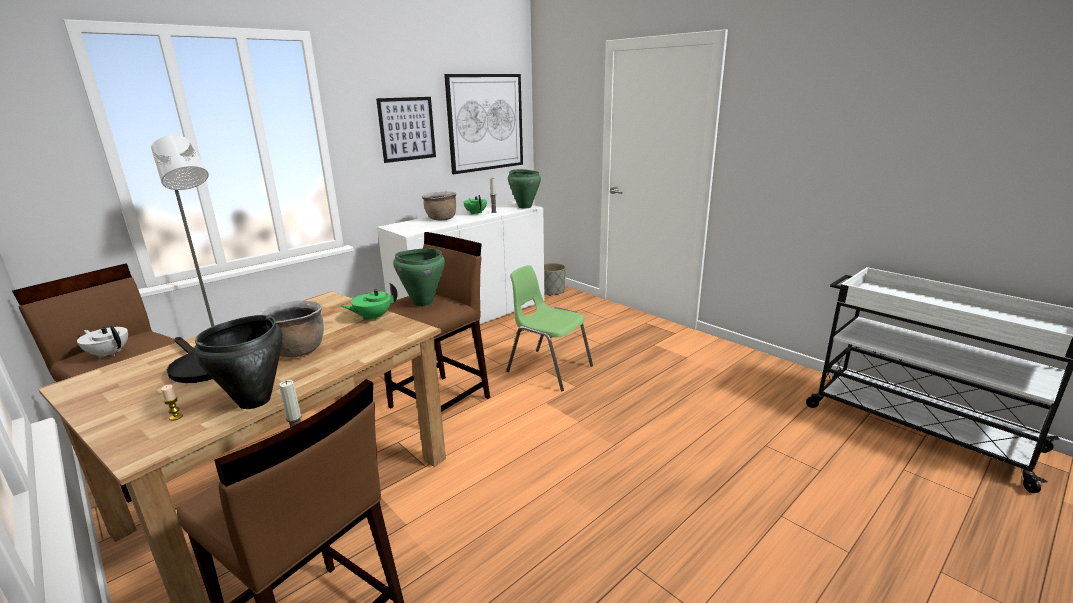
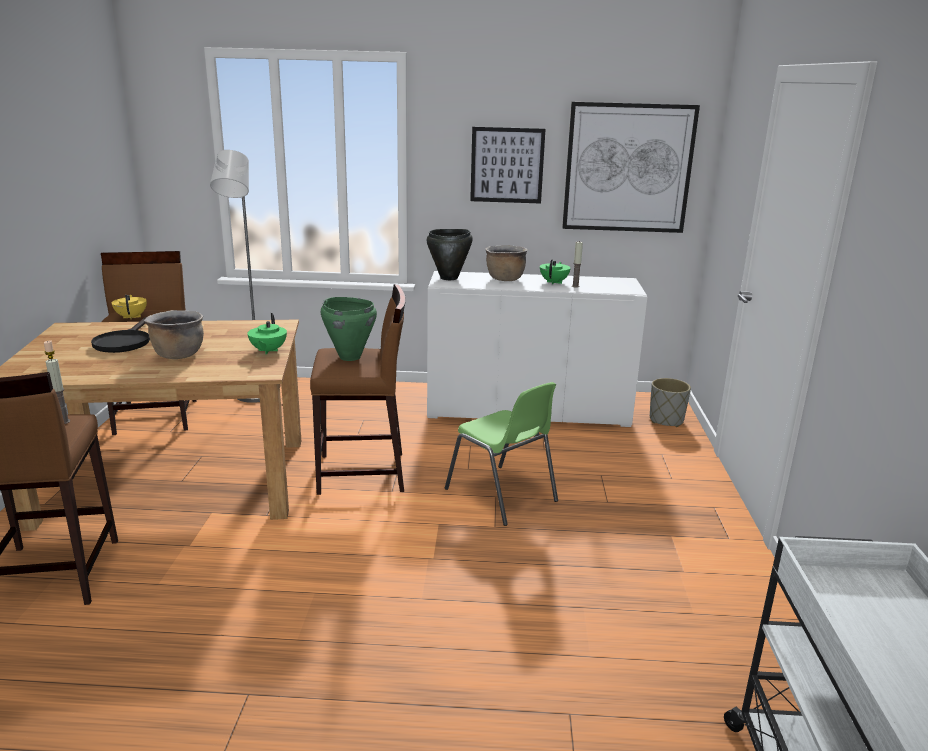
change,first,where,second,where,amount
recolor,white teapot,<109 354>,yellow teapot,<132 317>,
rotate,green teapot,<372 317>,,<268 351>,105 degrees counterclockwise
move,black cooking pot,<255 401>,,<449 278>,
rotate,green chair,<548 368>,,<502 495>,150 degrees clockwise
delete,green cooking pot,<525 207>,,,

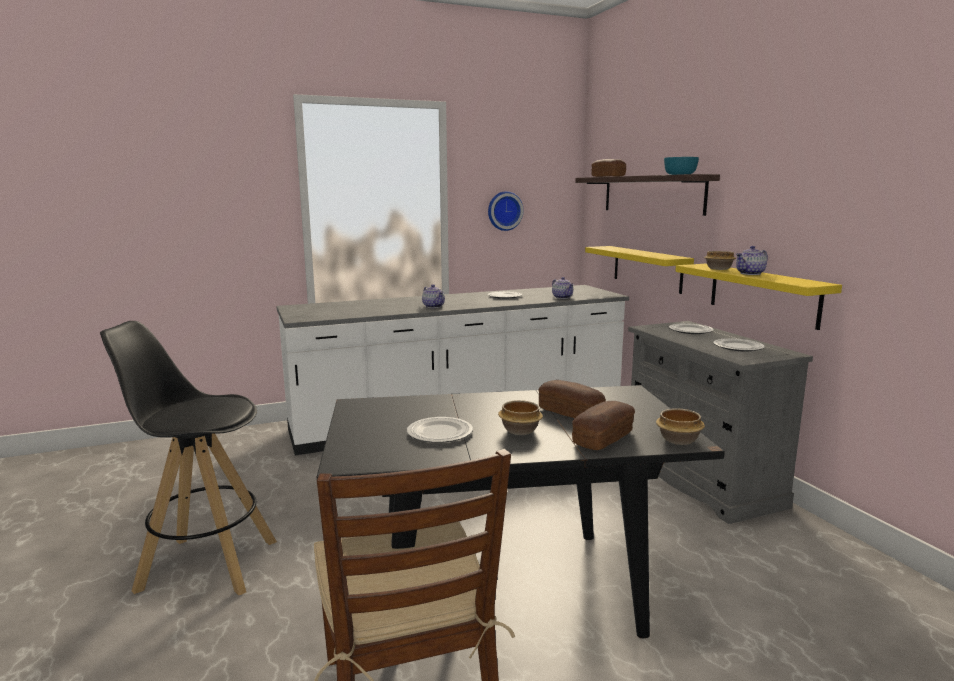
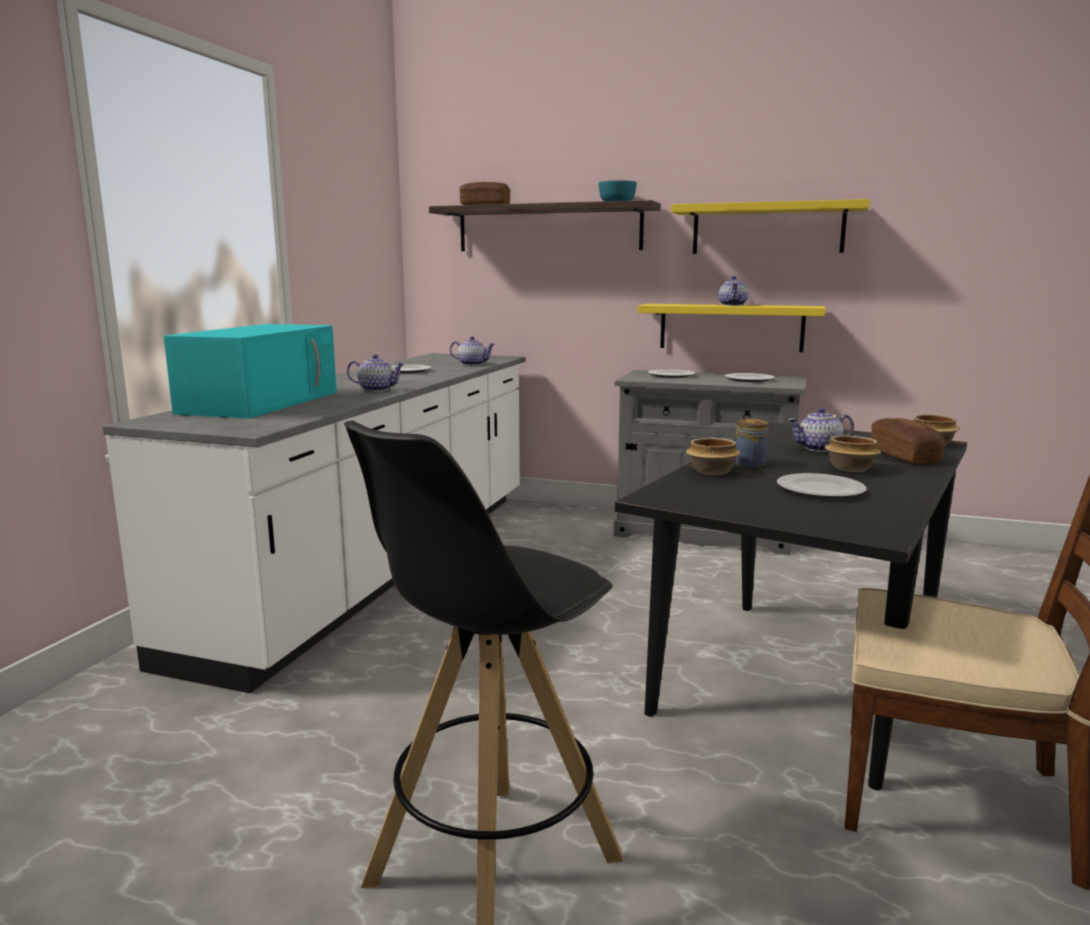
change,first,where,second,where,amount
insert,,,turquoise microwave,<262 402>,
move,yellow shelf,<647 268>,,<767 229>,
move,bowl,<718 269>,,<712 472>,
insert,,,jar,<750 464>,
replace,bread,<570 413>,teapot,<819 449>,
delete,wall clock,<504 211>,,,

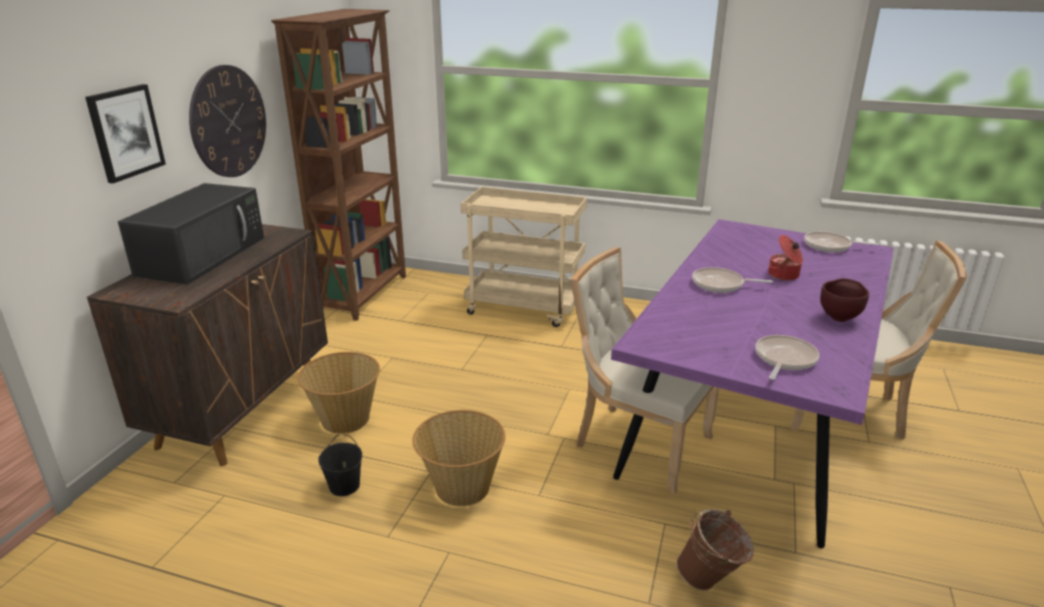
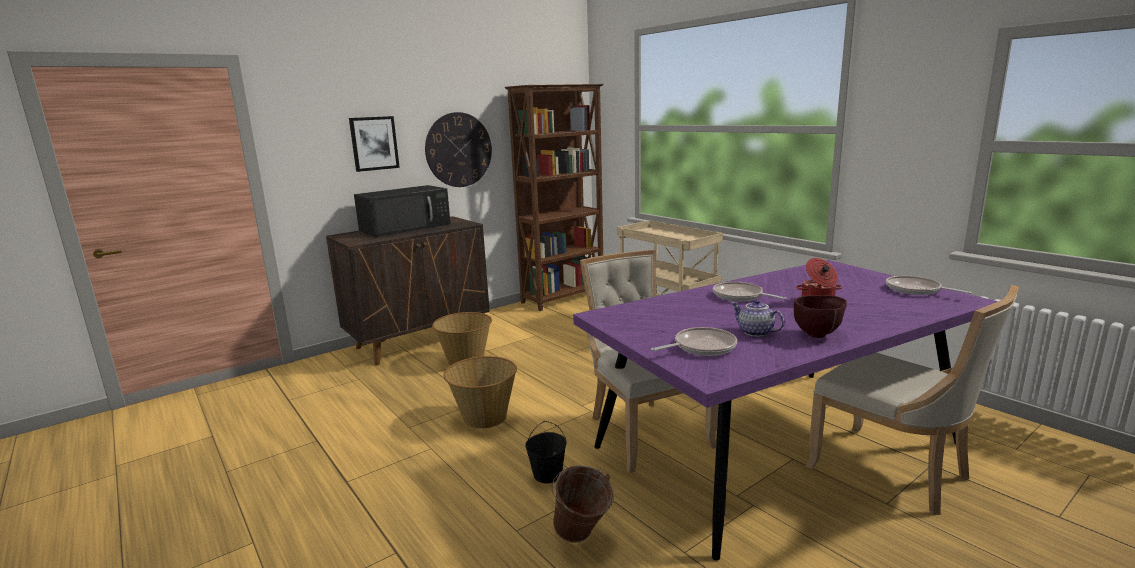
change,first,where,second,where,amount
move,black bucket,<344 486>,,<547 474>,
insert,,,teapot,<754 332>,

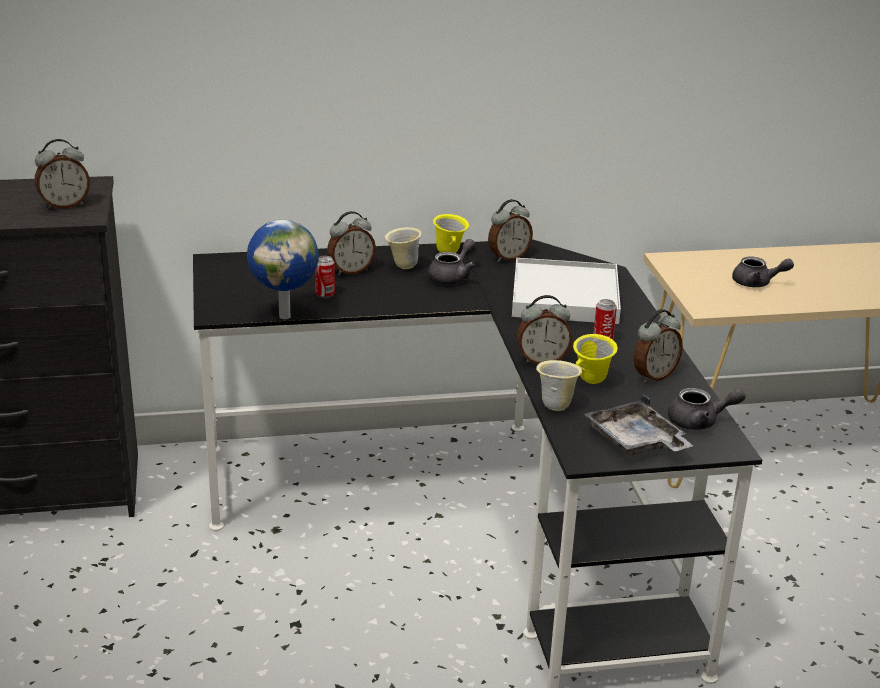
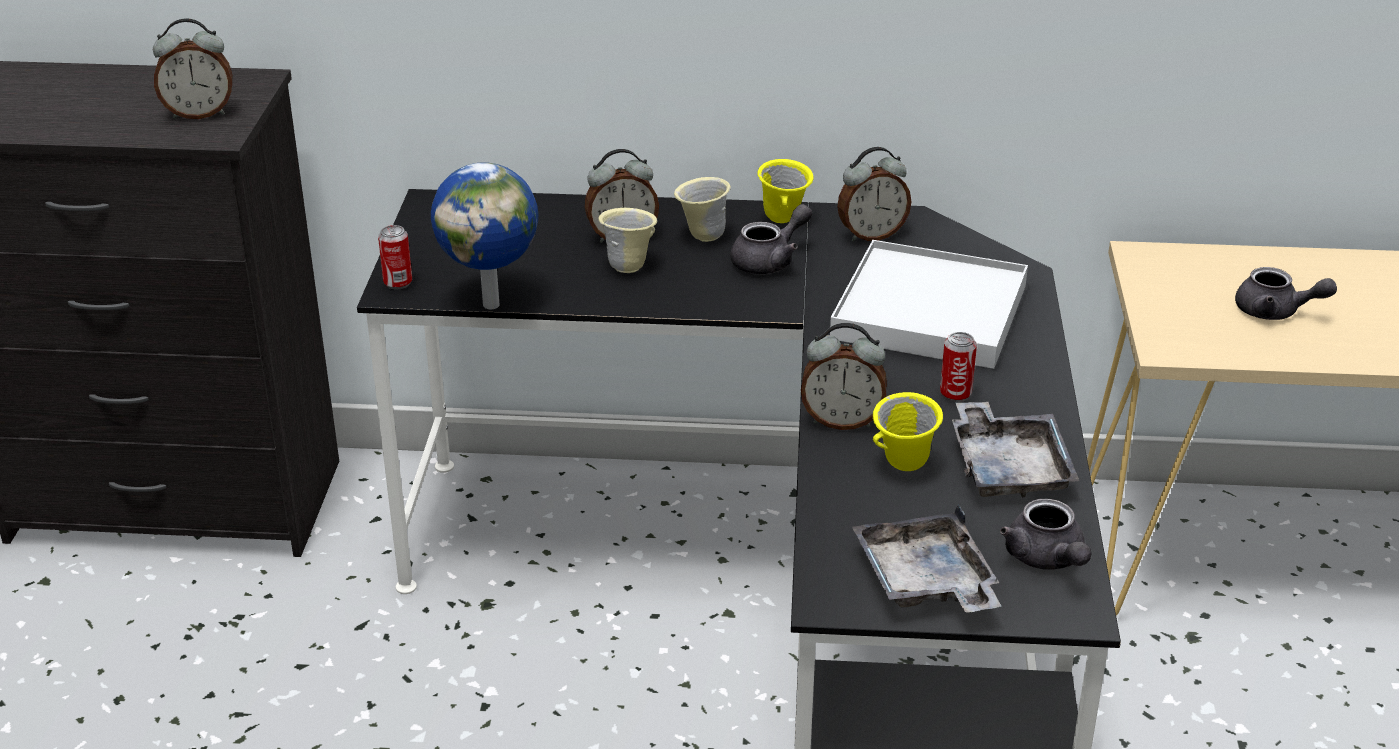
change,first,where,second,where,amount
move,can,<325 294>,,<398 283>,
move,beige mug,<555 405>,,<629 266>,
replace,alarm clock,<653 376>,grey tray,<1008 467>,
rotate,grey teapot,<700 422>,,<1047 559>,60 degrees clockwise

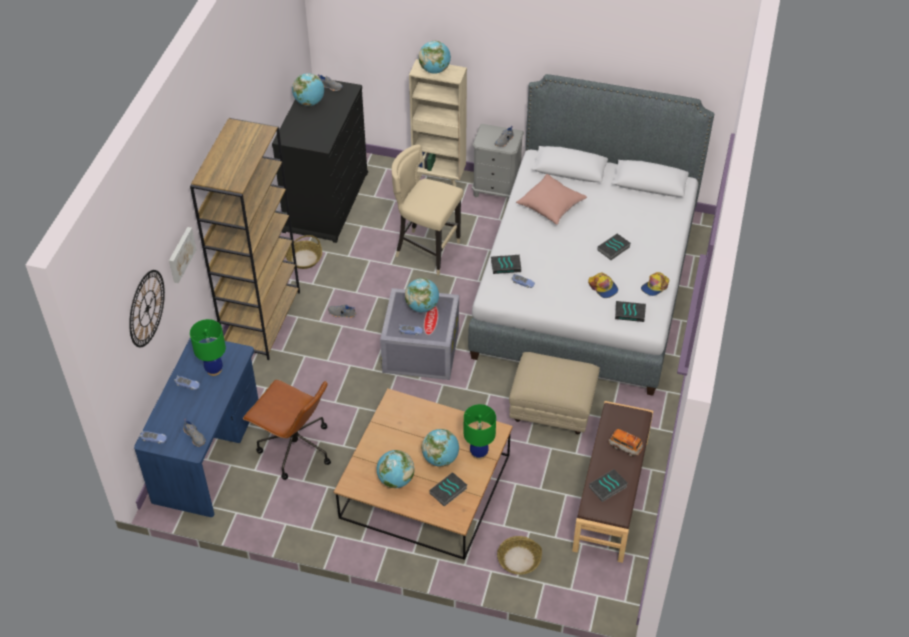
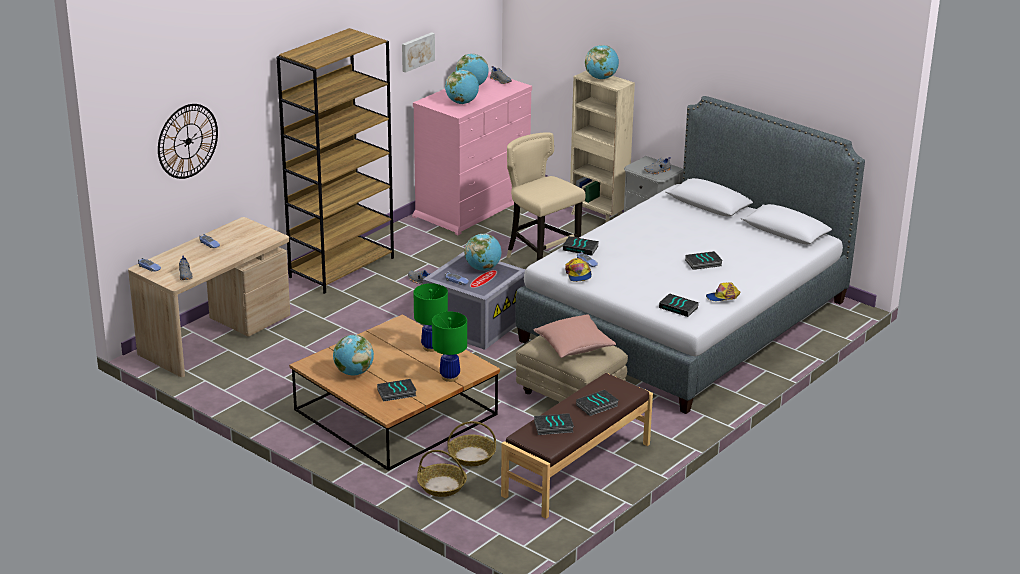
change,first,where,second,where,amount
recolor,blue desk,<208 451>,beige desk,<216 336>,
move,picture,<180 254>,,<417 51>,
recolor,black dresser,<326 201>,pink dresser,<472 207>,
move,green table lamp,<214 370>,,<431 347>,
move,globe,<440 458>,,<462 102>,
move,basket,<304 259>,,<471 456>,
move,pink pillow,<551 206>,,<574 346>,
move,cap,<603 287>,,<578 274>,
replace,toy car,<625 447>,book,<597 406>,
delete,brown office chair,<294 448>,,,

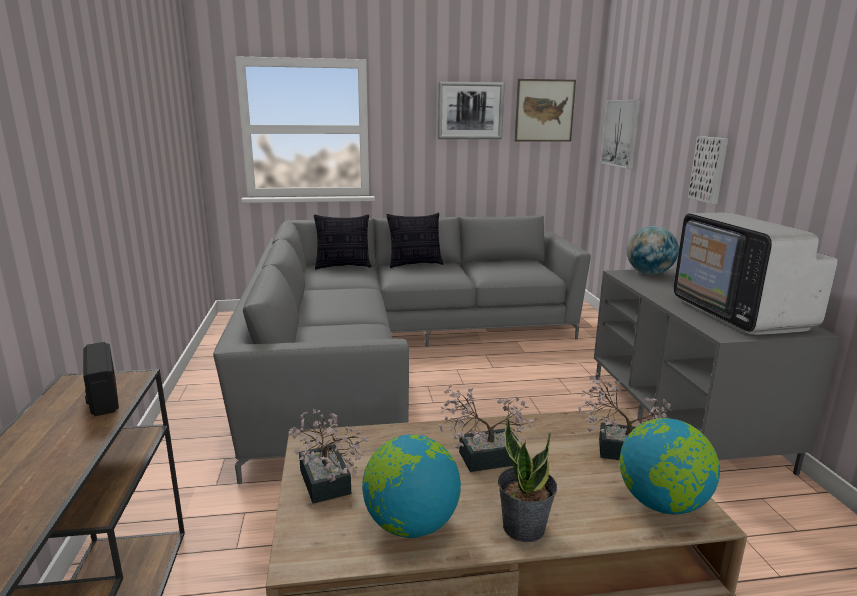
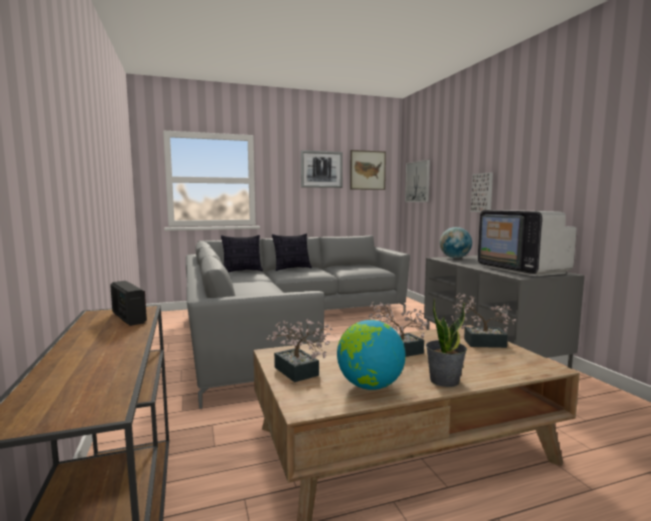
change,first,where,second,where,amount
delete,globe,<661 504>,,,

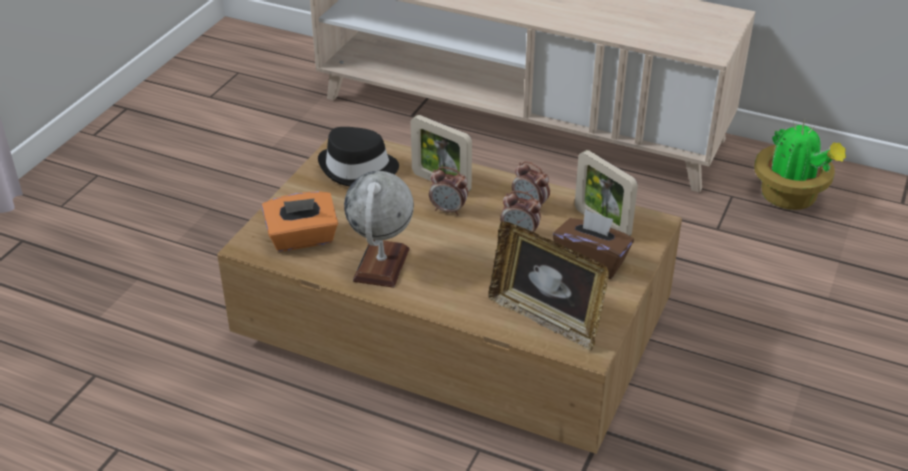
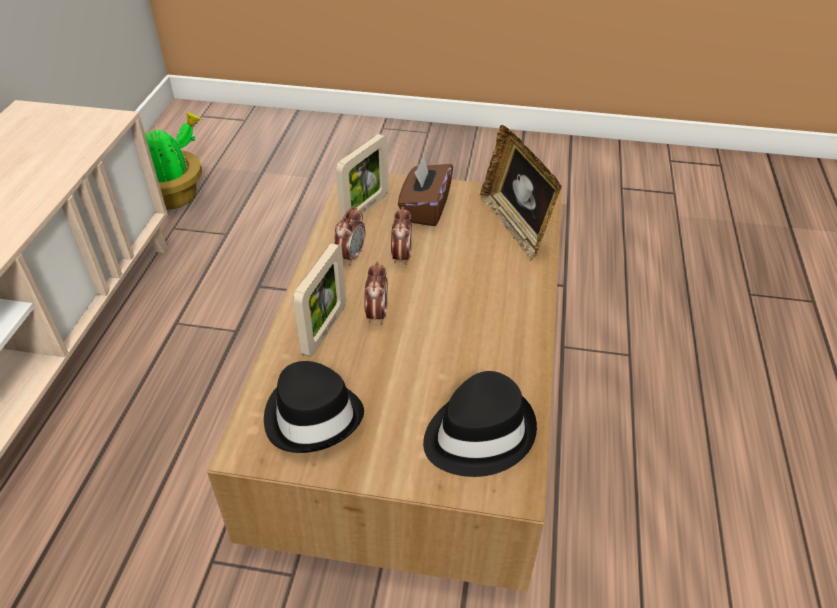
change,first,where,second,where,amount
replace,orange tissue box,<302 239>,black hat,<478 433>,
rotate,picture frame,<546 318>,,<515 225>,135 degrees clockwise
delete,globe,<381 265>,,,

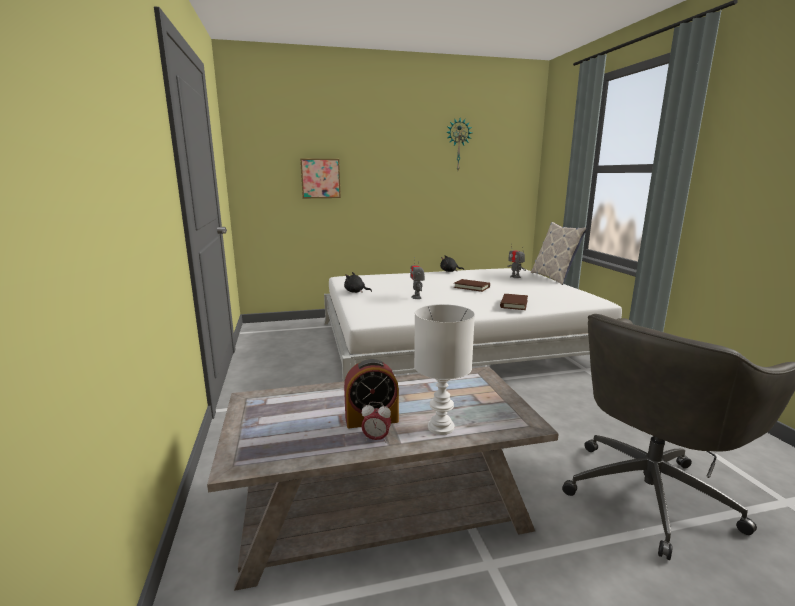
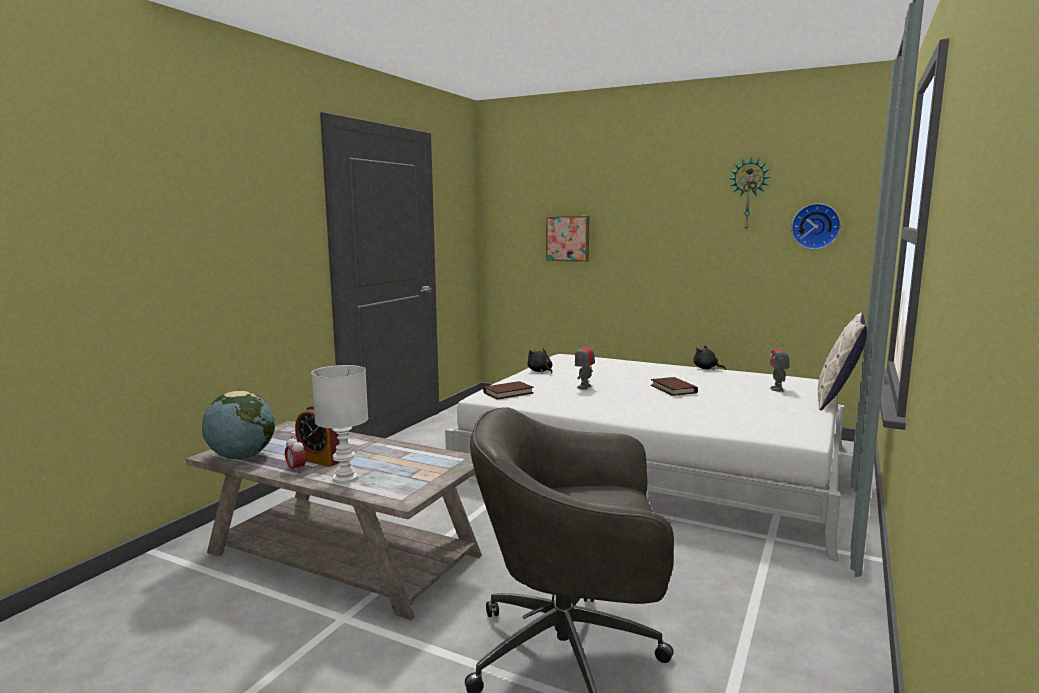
change,first,where,second,where,amount
insert,,,globe,<241 456>,
move,brown book,<514 304>,,<508 393>,
insert,,,wall clock,<815 226>,

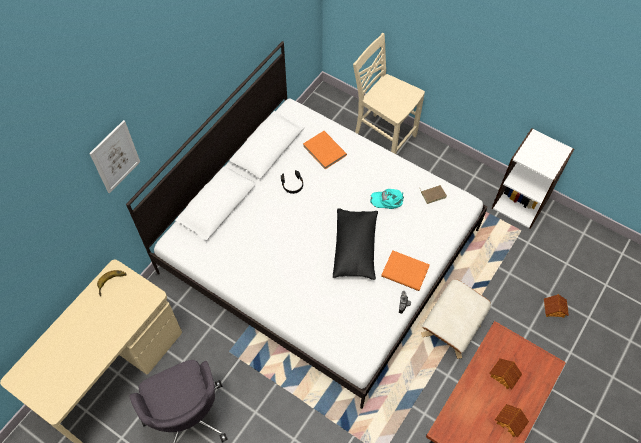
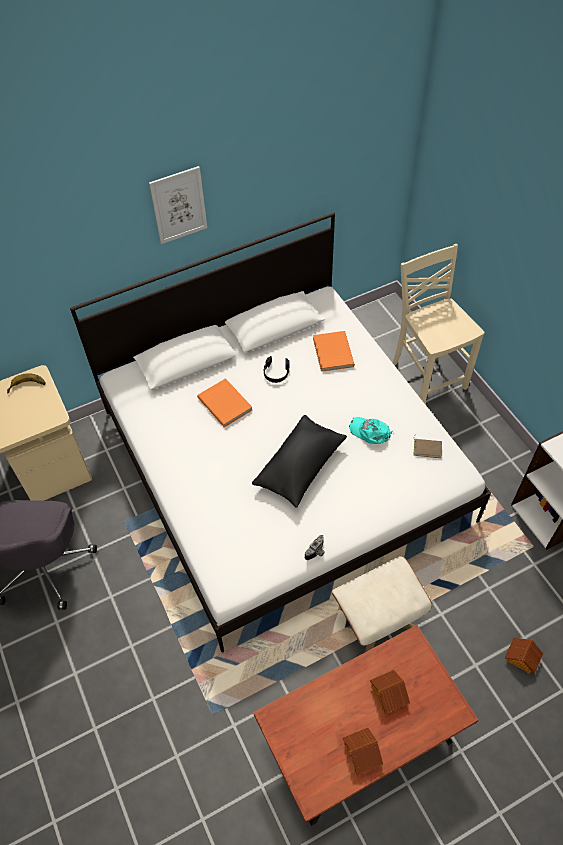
change,first,where,second,where,amount
move,picture,<115 157>,,<179 205>,
move,orange book,<405 271>,,<225 403>,

